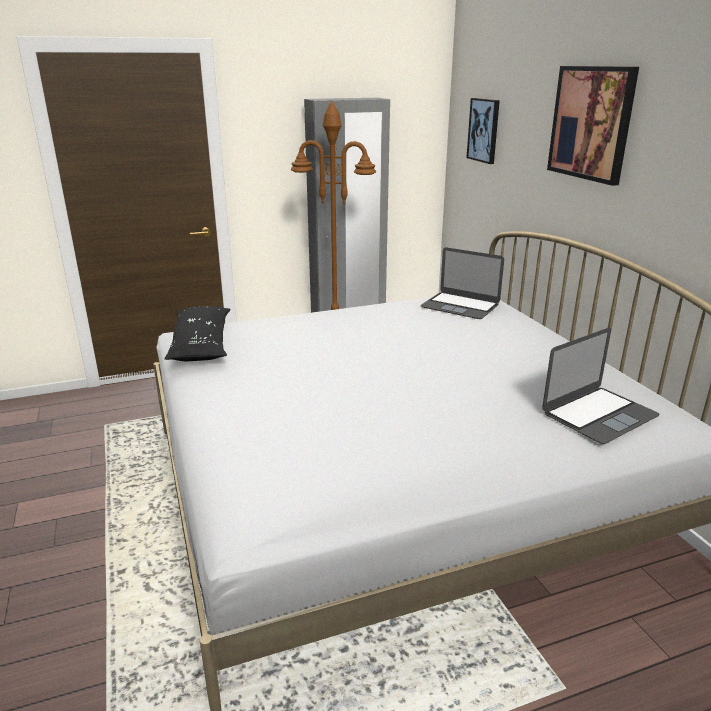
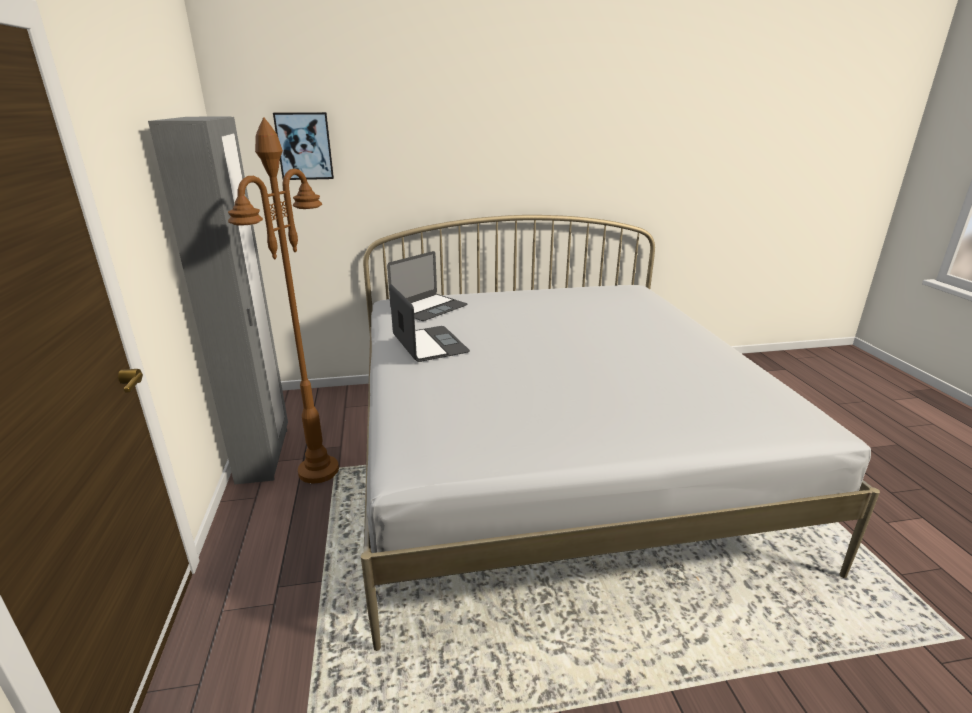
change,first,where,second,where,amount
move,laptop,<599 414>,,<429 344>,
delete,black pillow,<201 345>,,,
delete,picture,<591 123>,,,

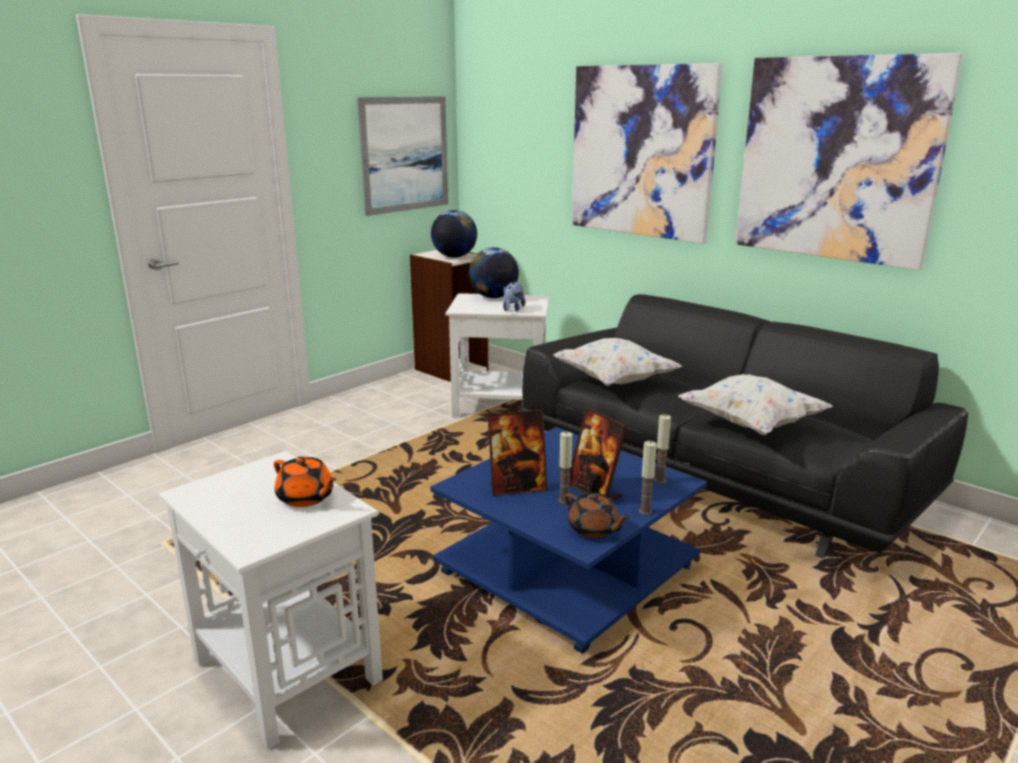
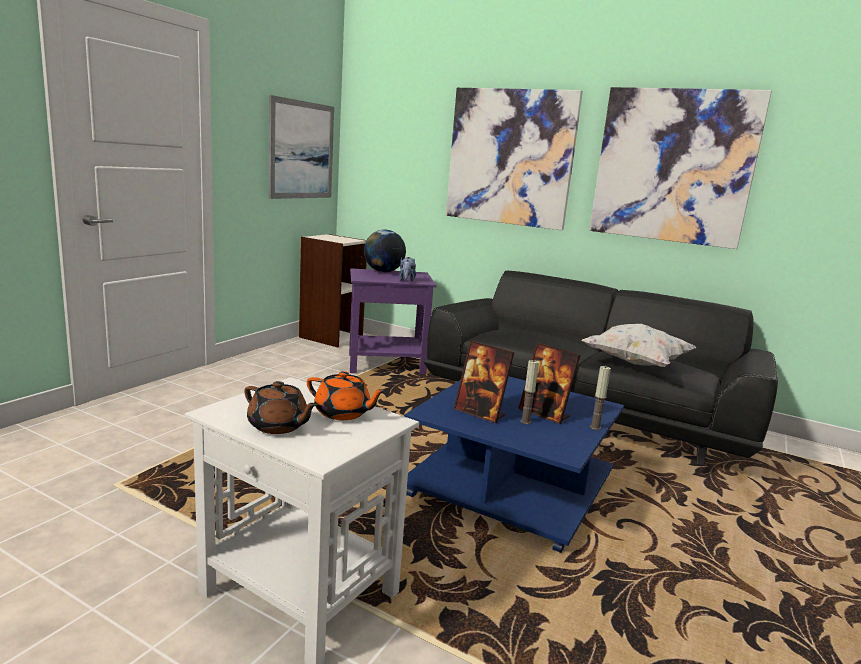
change,first,where,second,where,amount
move,brown teapot,<594 530>,,<278 426>,
recolor,white side table,<498 405>,purple side table,<385 364>,
rotate,picture frame,<517 487>,,<480 413>,60 degrees clockwise
delete,globe,<454 257>,,,
delete,white pillow,<613 381>,,,
delete,candle,<660 480>,,,

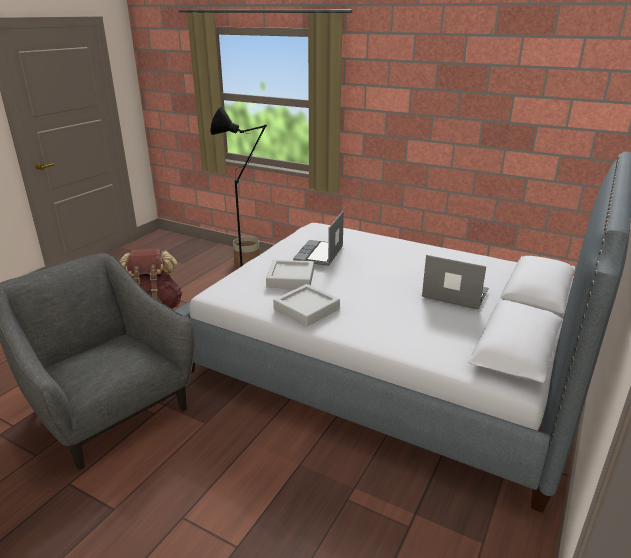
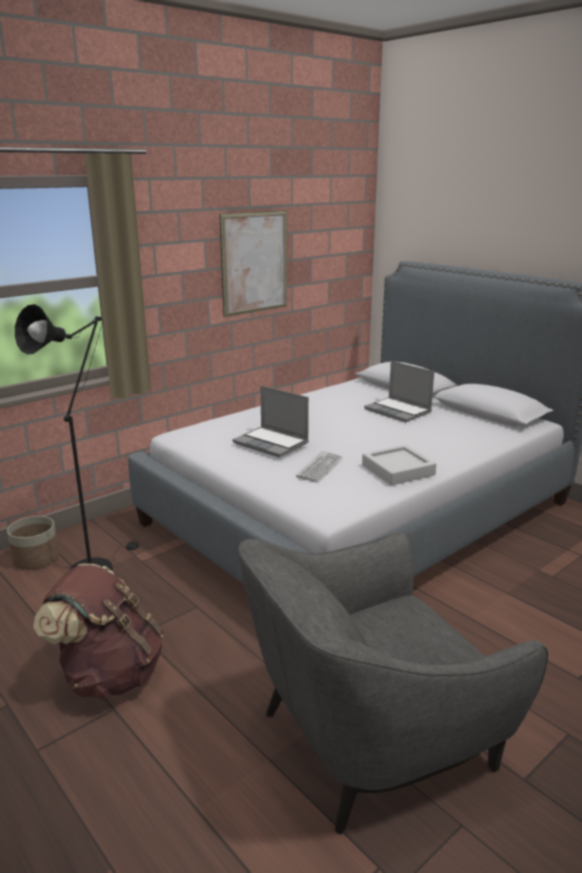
change,first,where,second,where,amount
insert,,,picture,<254 263>,
replace,grey tray,<290 278>,keyboard,<320 467>,
rotate,laptop,<453 294>,,<399 411>,90 degrees counterclockwise

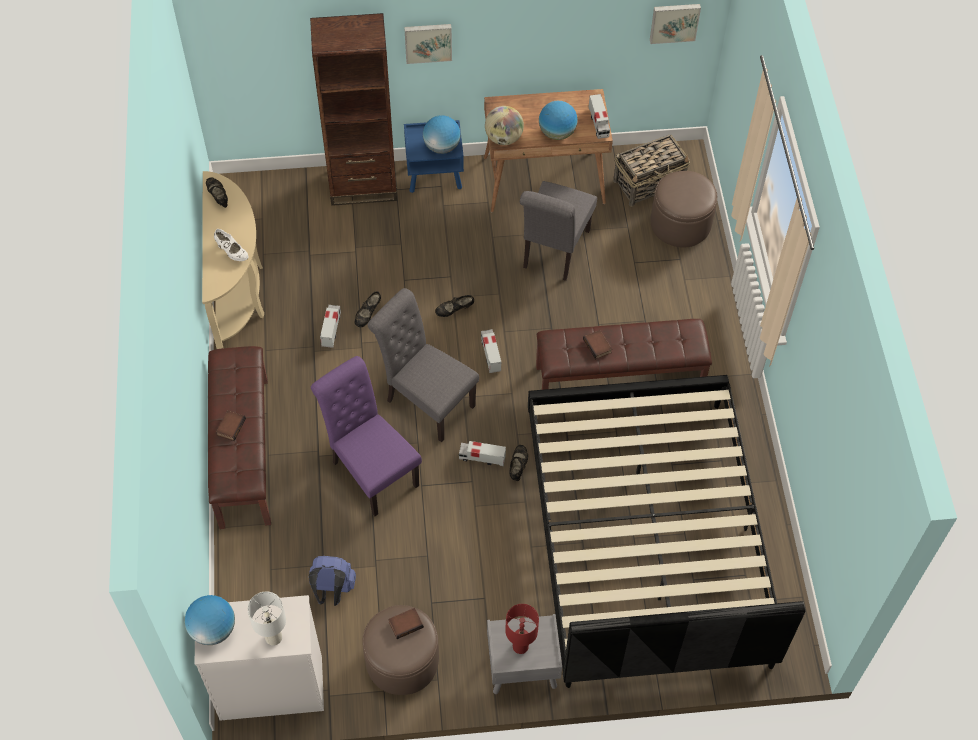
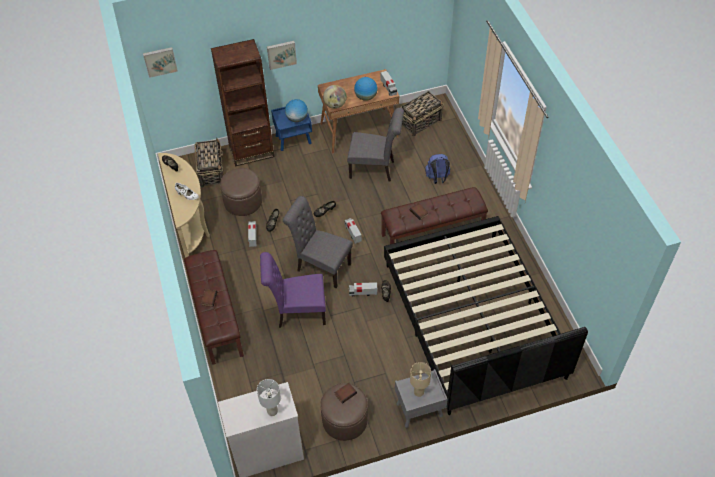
change,first,where,second,where,amount
move,picture,<674 22>,,<160 61>,
insert,,,basket,<211 171>,
move,brown ottoman,<680 223>,,<243 201>,
rotate,purple chair,<371 470>,,<297 312>,45 degrees counterclockwise
rotate,grey chair,<553 252>,,<375 169>,90 degrees counterclockwise
recolor,red table lamp,<520 646>,beige table lamp,<418 392>,
move,blue backpack,<332 590>,,<437 178>,
delete,globe,<213 629>,,,

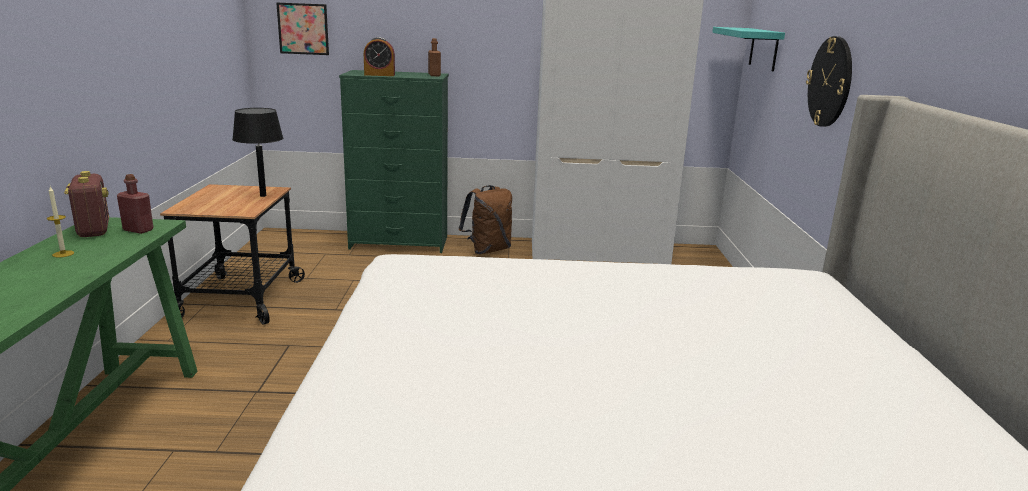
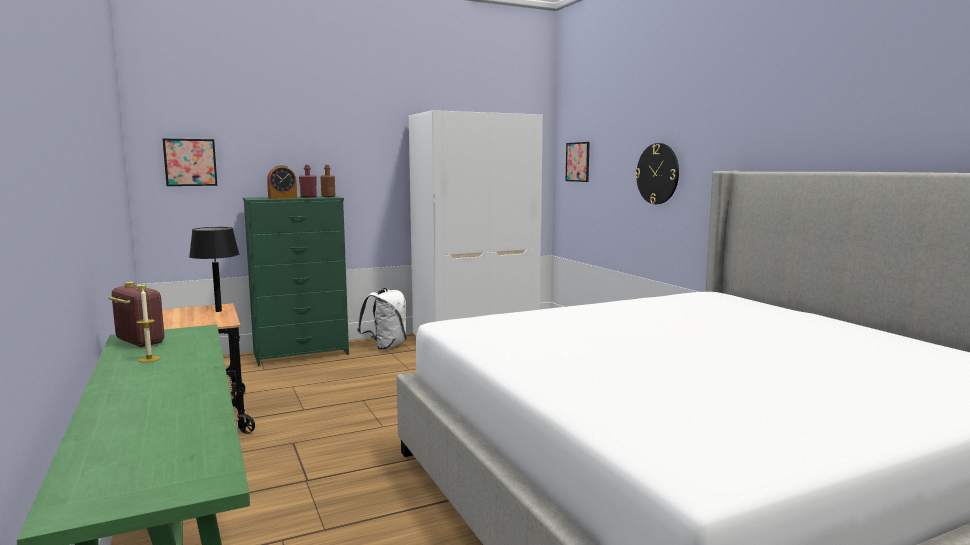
change,first,where,second,where,amount
move,red bottle,<138 230>,,<308 197>,
recolor,brown backpack,<488 250>,white backpack,<386 346>,
replace,turquoise shelf,<764 49>,picture,<577 162>,

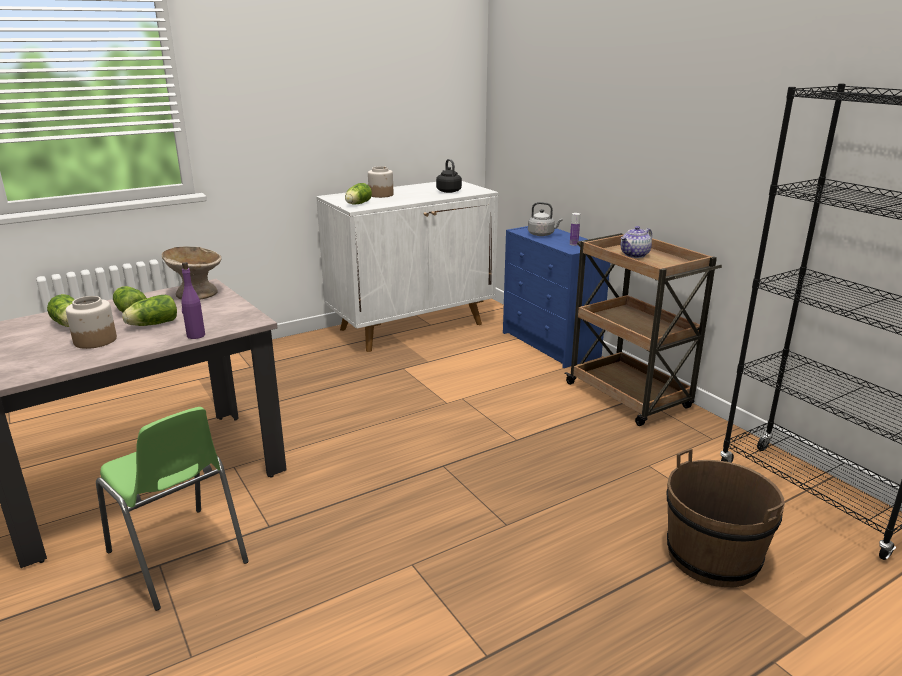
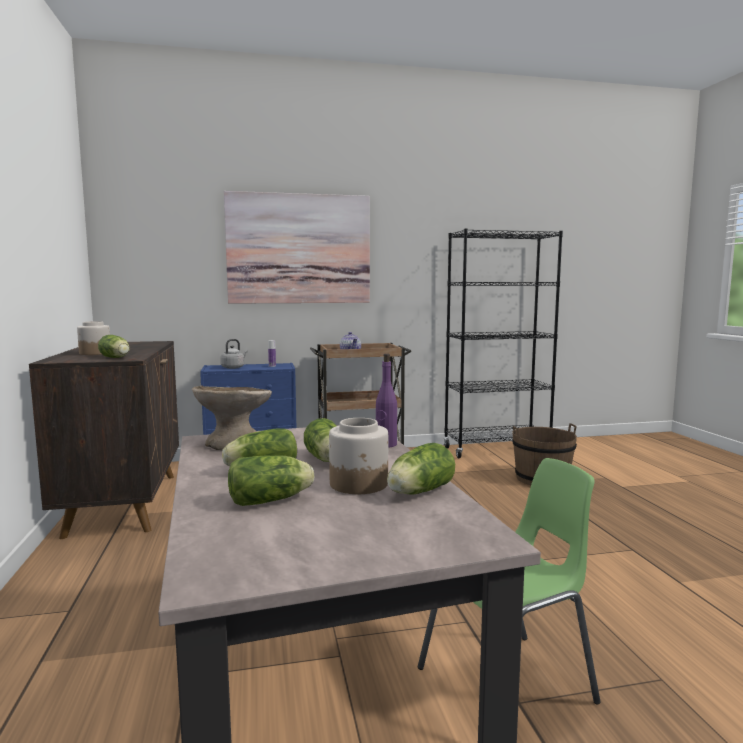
change,first,where,second,where,amount
recolor,white cabinet,<412 326>,brown cabinet,<124 502>,
insert,,,picture,<299 249>,
insert,,,lettuce,<418 492>,
delete,black kettle,<448 191>,,,

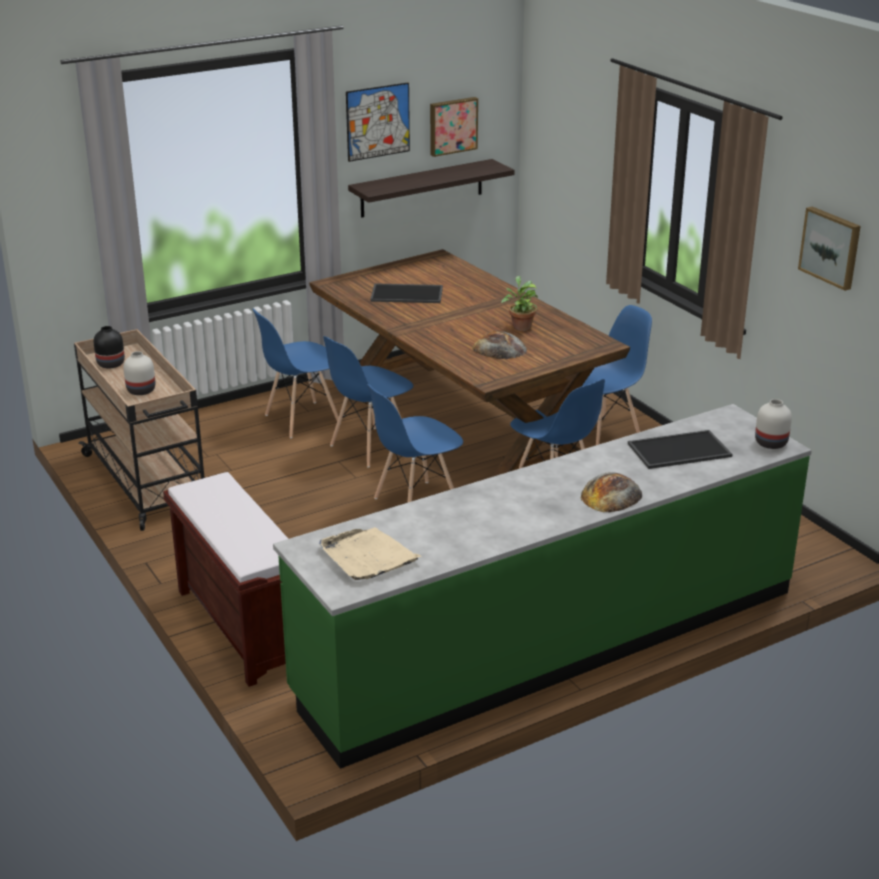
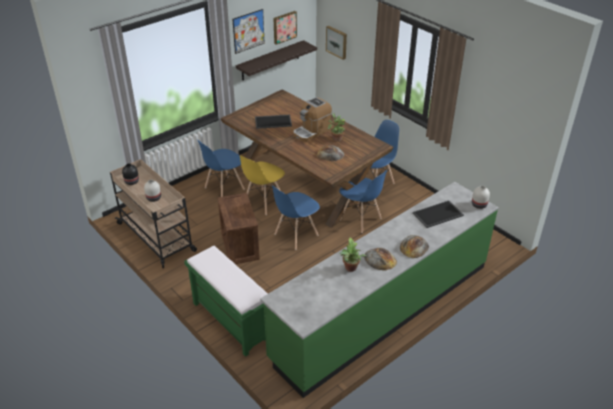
change,first,where,second,where,amount
recolor,brown bench,<241 626>,green bench,<230 320>,
insert,,,crate,<239 246>,
recolor,blue chair,<370 447>,yellow chair,<263 202>,
insert,,,coffee machine,<311 131>,
move,picture,<831 247>,,<337 42>,
insert,,,potted plant,<351 269>,
insert,,,bread,<380 259>,
delete,beige tray,<367 556>,,,

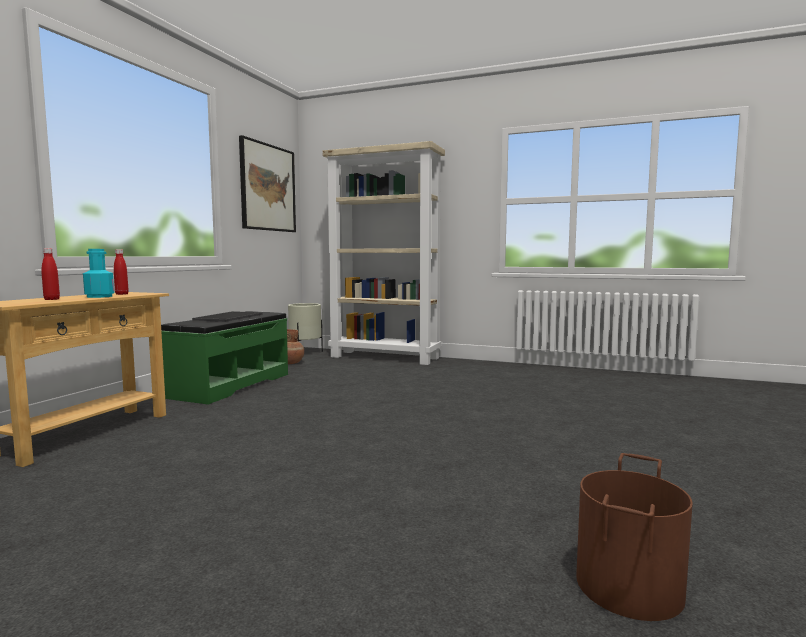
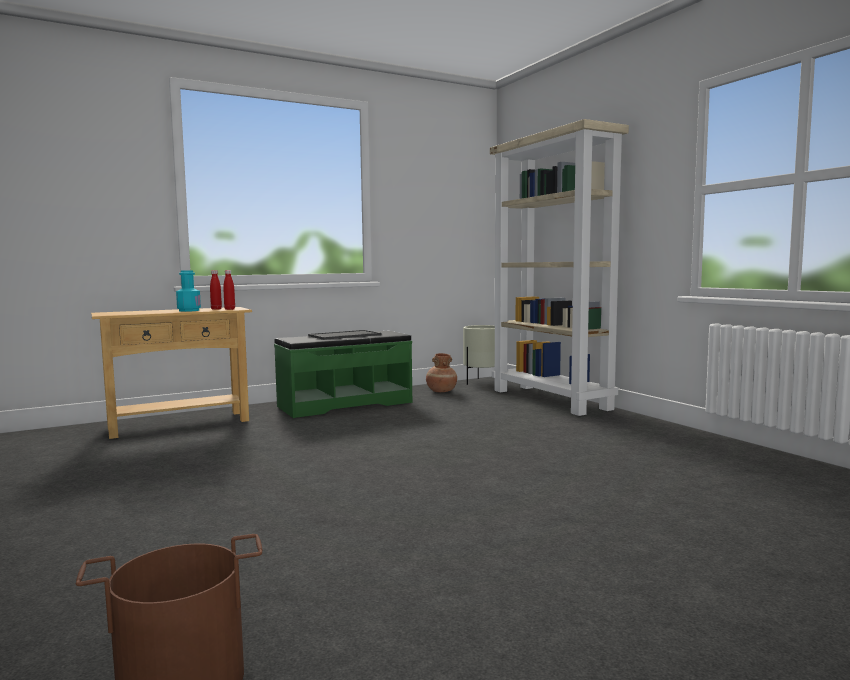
change,first,where,second,where,amount
move,red bottle,<52 299>,,<229 309>,
delete,picture,<268 188>,,,

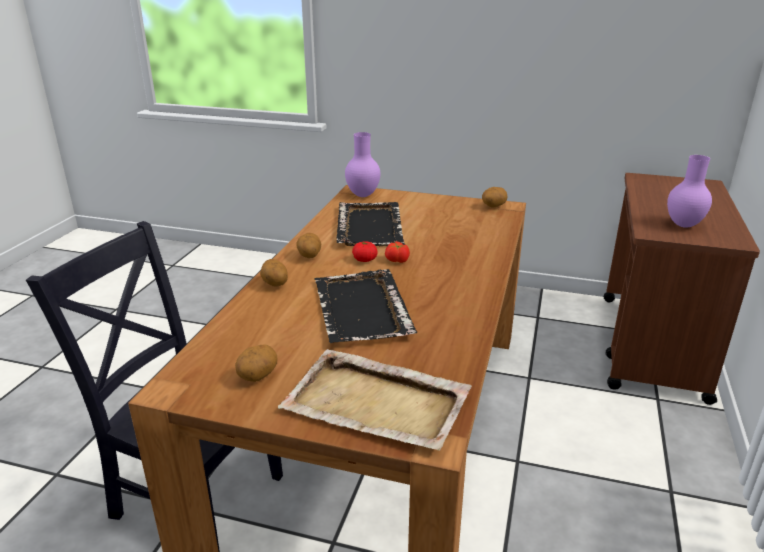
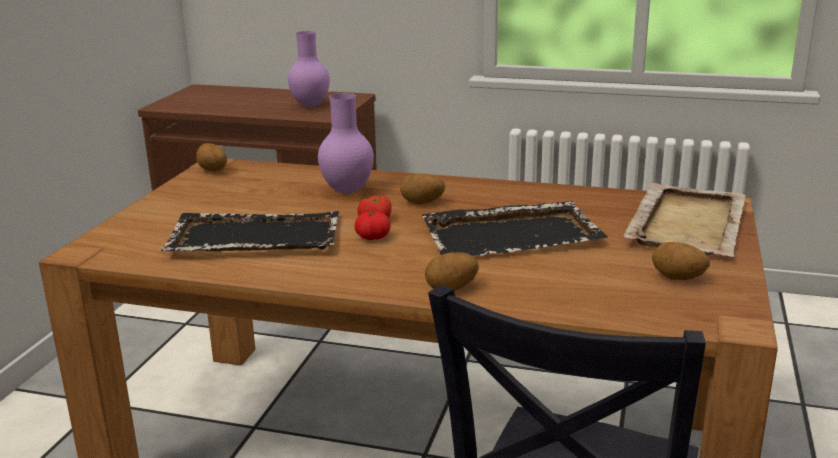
change,first,where,second,where,amount
move,purple vase,<363 195>,,<347 190>,
move,potato,<309 256>,,<422 203>,

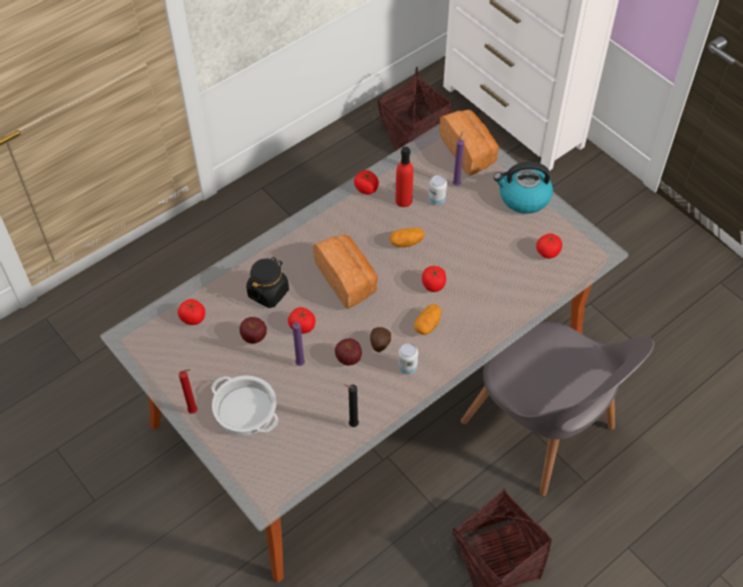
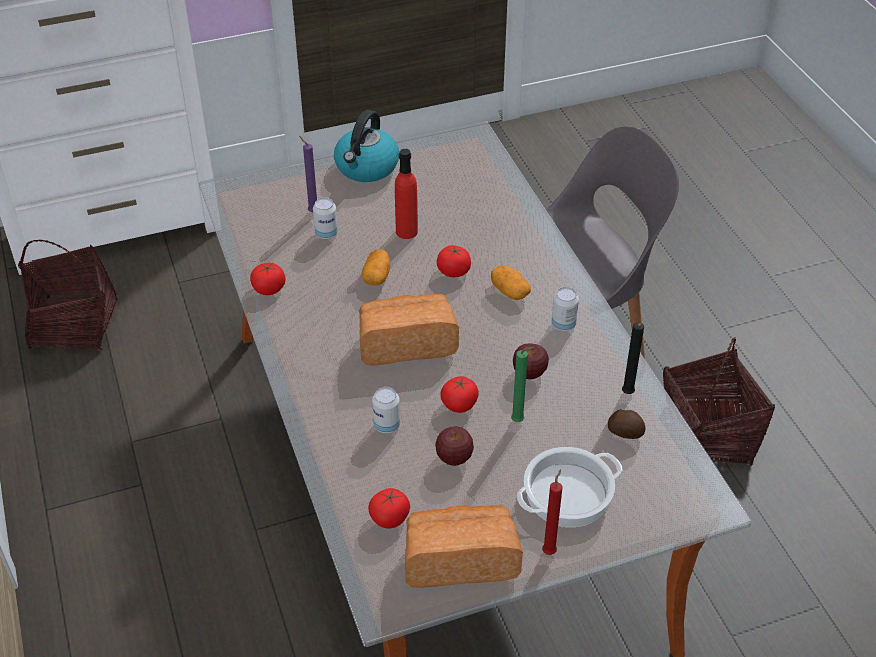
change,first,where,second,where,amount
replace,black jar,<268 292>,can,<386 425>,
move,red bottle,<403 200>,,<406 231>,
move,bread,<469 151>,,<460 559>,
recolor,purple candle,<300 365>,green candle,<519 421>,
move,potato,<379 344>,,<625 433>,
delete,tomato,<548 252>,,,

